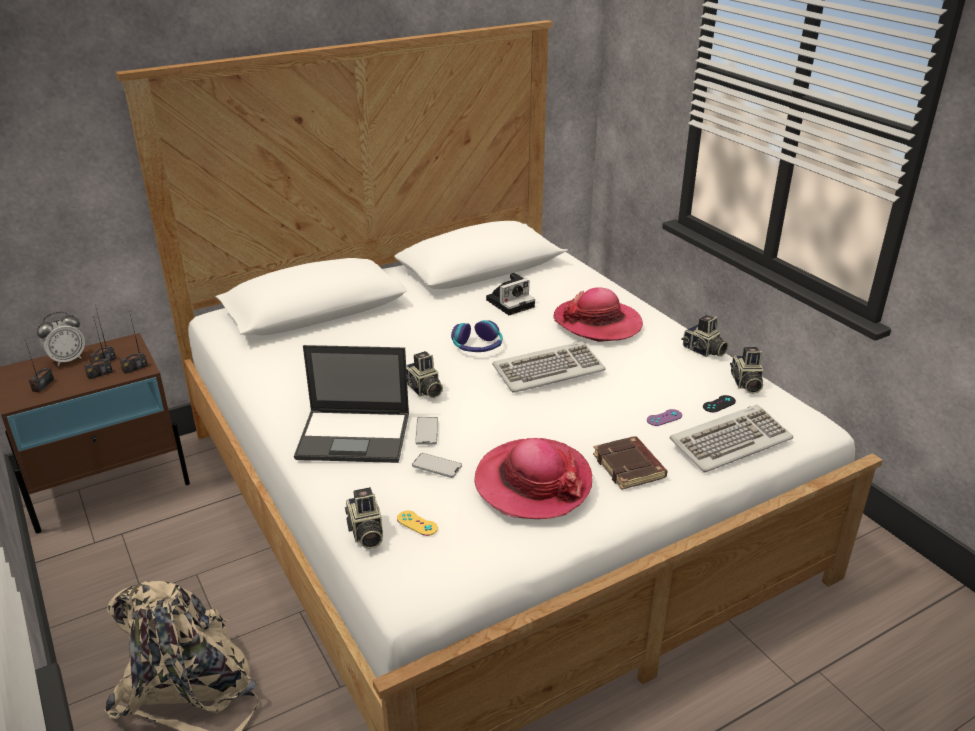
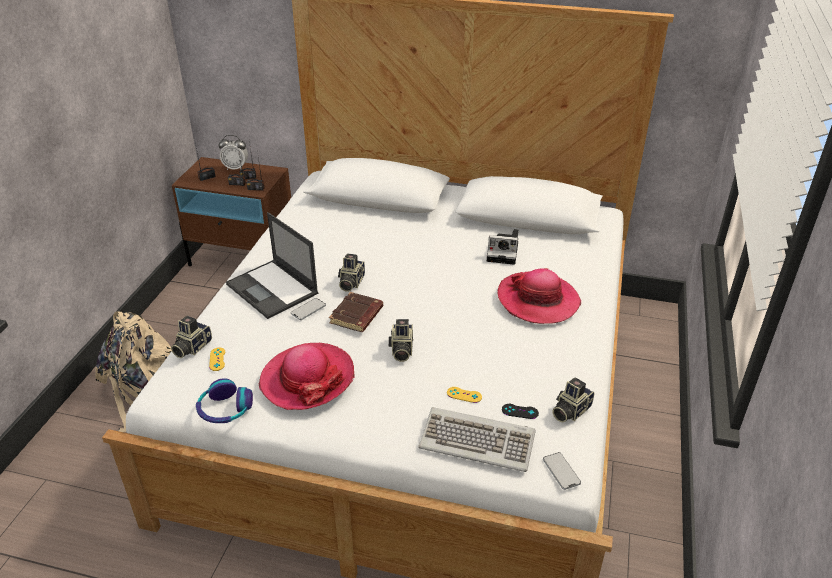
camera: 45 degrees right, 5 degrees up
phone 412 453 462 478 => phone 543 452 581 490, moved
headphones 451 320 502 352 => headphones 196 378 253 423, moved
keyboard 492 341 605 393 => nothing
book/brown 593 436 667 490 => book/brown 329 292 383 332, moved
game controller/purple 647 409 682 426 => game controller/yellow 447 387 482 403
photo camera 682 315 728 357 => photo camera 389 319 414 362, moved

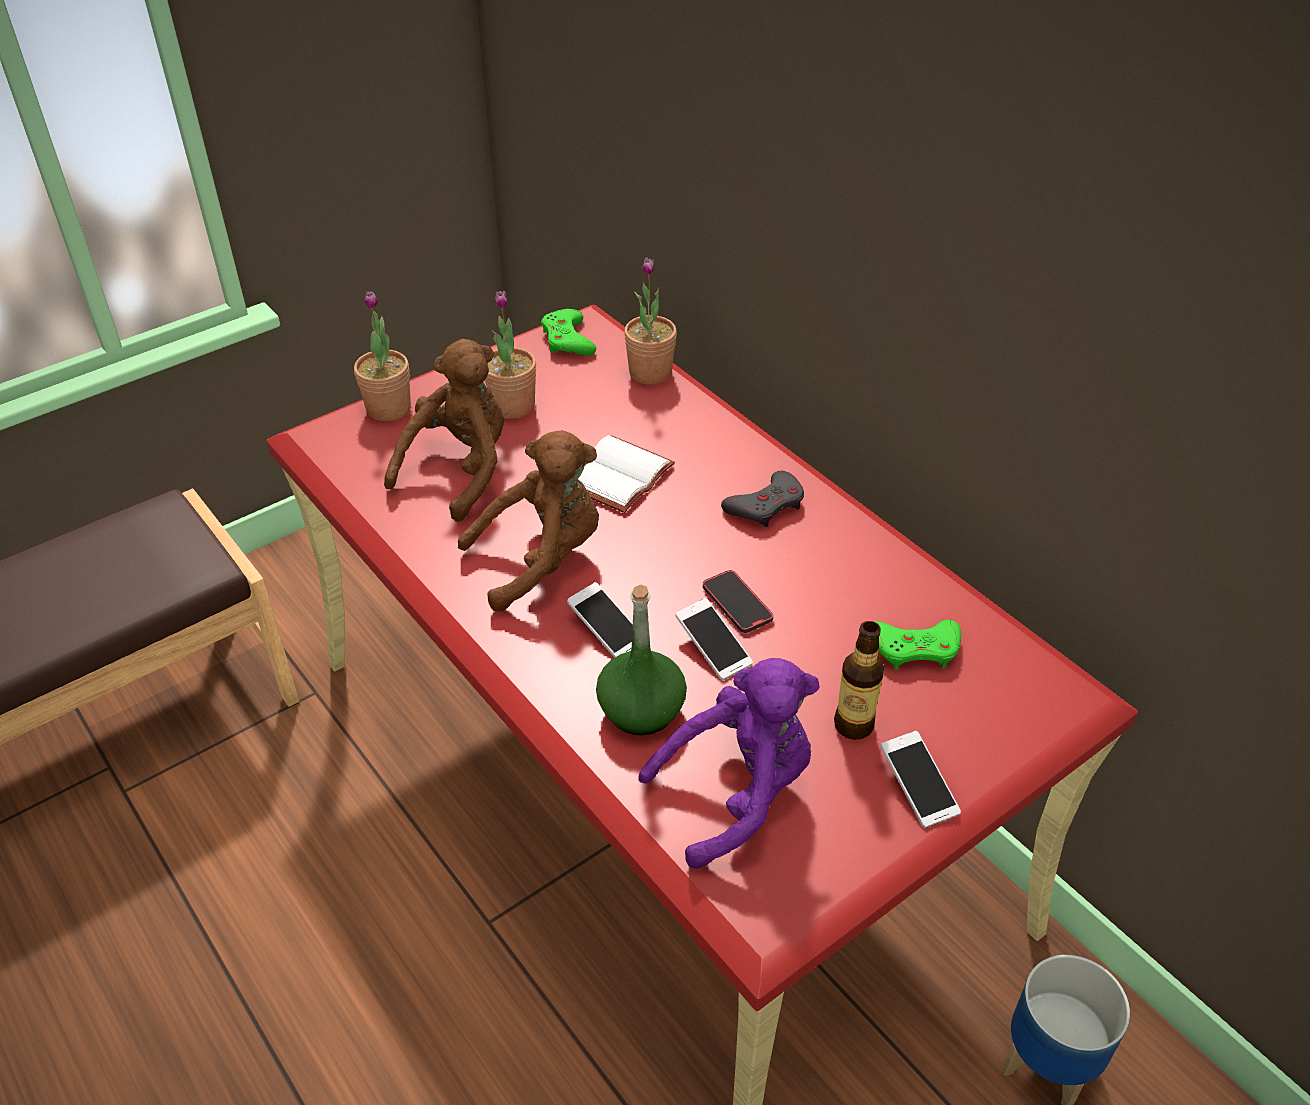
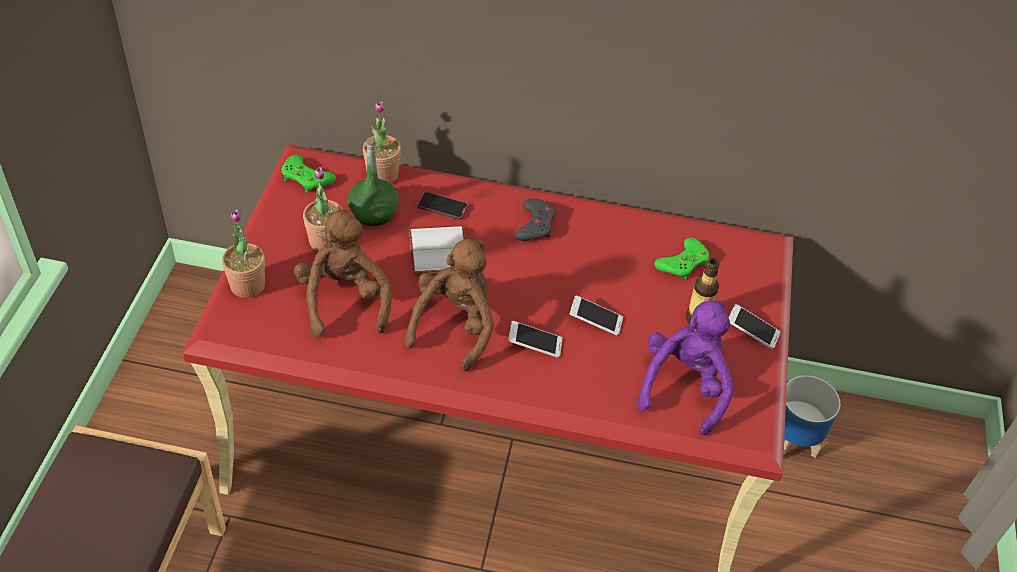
camera: 45 degrees left, 5 degrees up
bottle/green 596 585 687 735 => bottle/green 348 137 399 226, moved
phone 703 570 773 633 => phone 417 191 468 220, moved

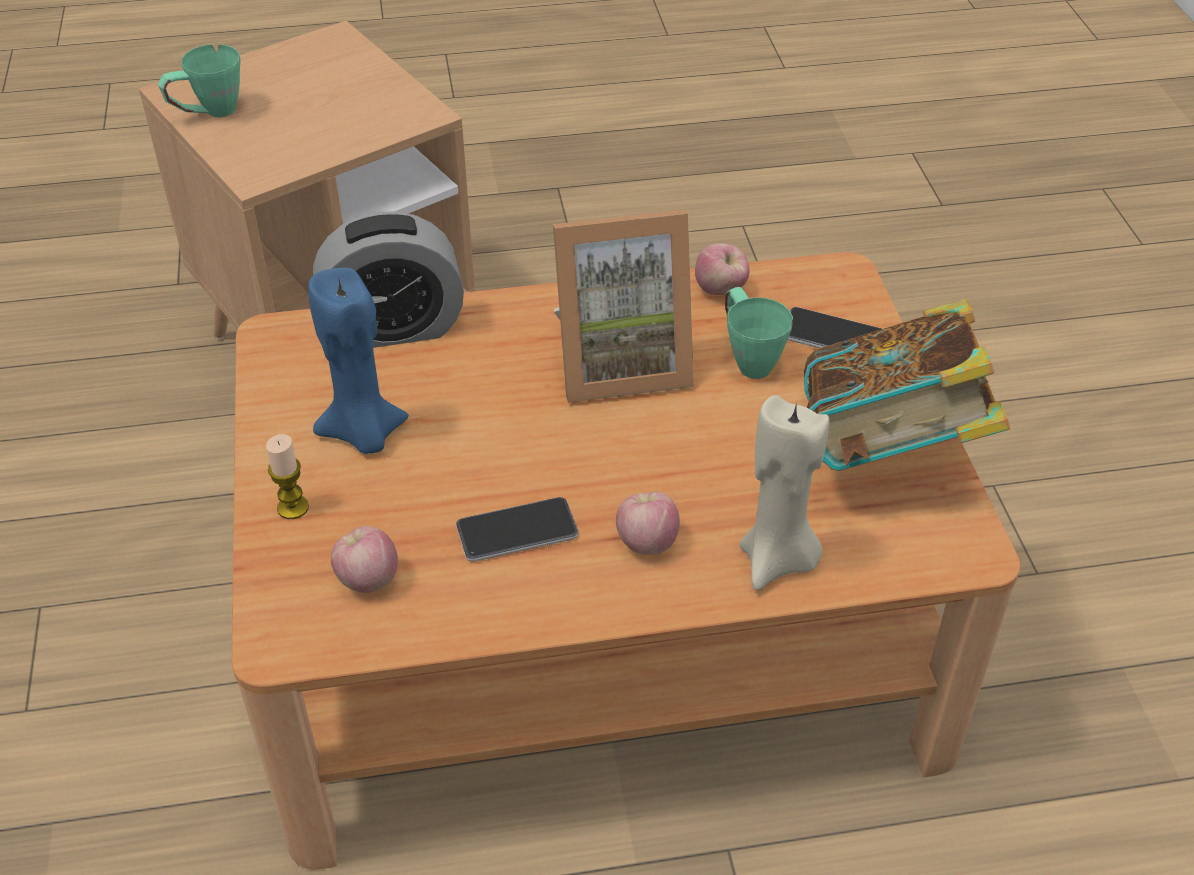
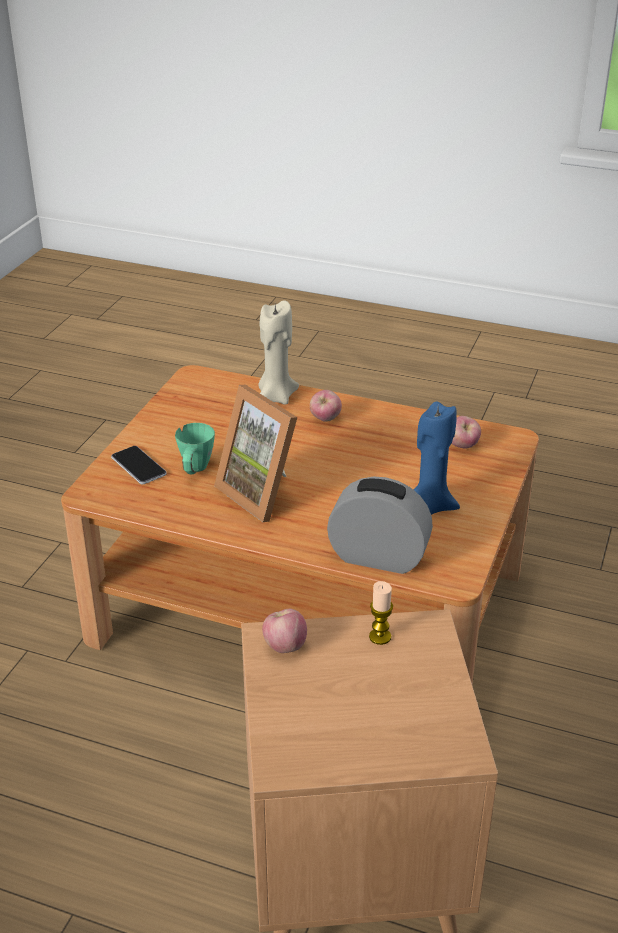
camera: 150 degrees left, 10 degrees down
mug/green 158 44 241 117 => nothing
candle 266 434 309 519 => candle 369 581 393 645, moved
phone 456 497 578 562 => nothing
picture frame 553 209 694 403 => picture frame 214 385 297 522, 150 degrees counterclockwise
apple 695 243 749 295 => apple 262 609 307 653, moved
book 804 298 1010 471 => nothing

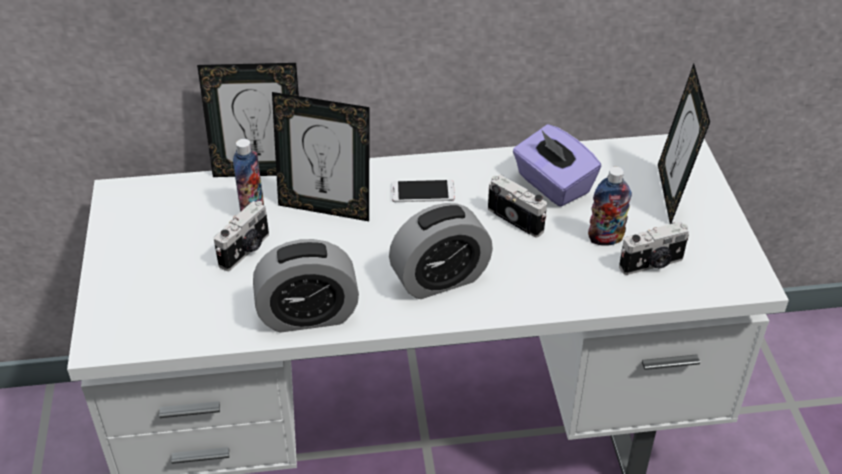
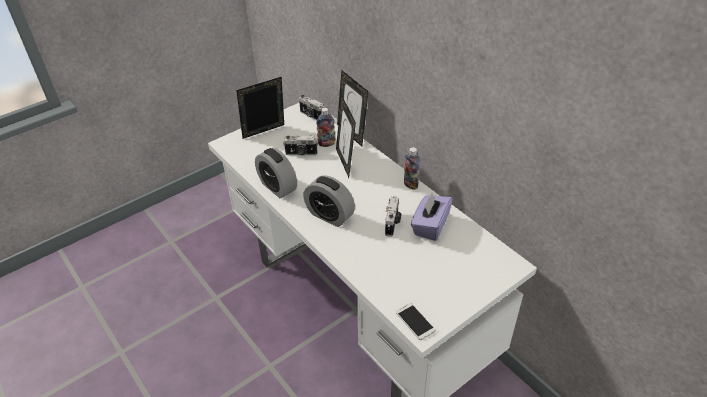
camera: 60 degrees right, 0 degrees up
phone 392 180 455 202 => phone 396 303 436 340, moved
bottle 588 167 632 246 => bottle 404 147 420 190, moved
photo camera 619 222 689 275 => photo camera 299 95 324 120, moved
picture frame 658 63 710 224 => picture frame 236 77 284 139, moved

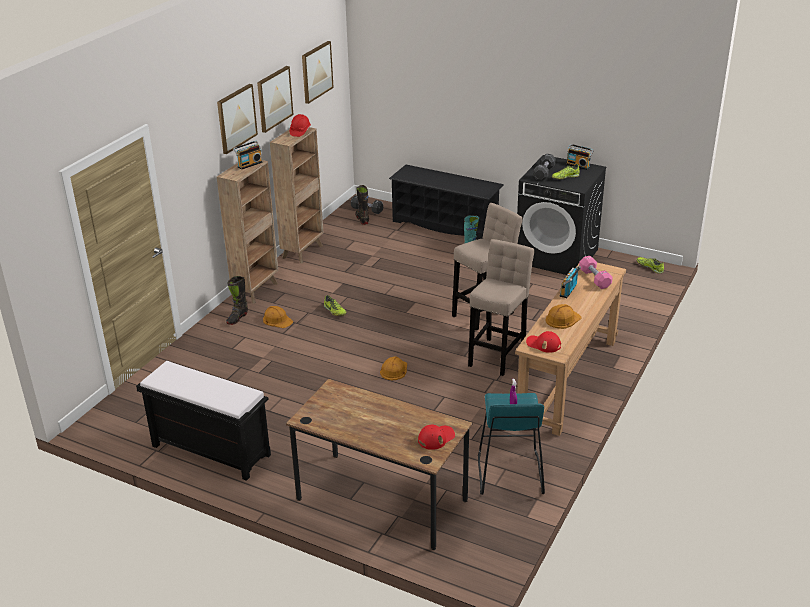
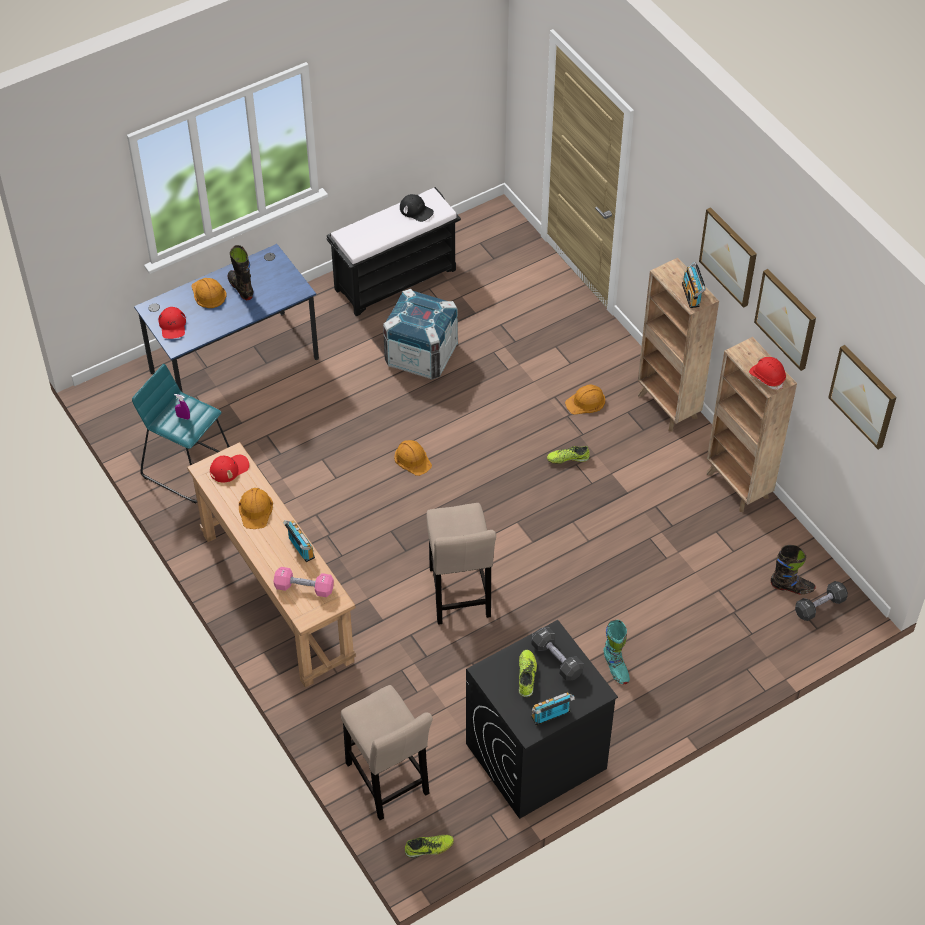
camera: 120 degrees right, 20 degrees up
boot/black 226 276 248 325 => boot/black 228 245 254 300, moved
desk/brown 286 379 473 550 => desk/blue 134 244 319 392
shoe rack/black 389 165 504 240 => nothing
stool/beige 468 239 534 376 => stool/beige 341 685 433 820, moved
nothing => hard hat/orange 191 278 226 308
nothing => crate 383 289 458 380
nothing => cap/black 400 194 434 222

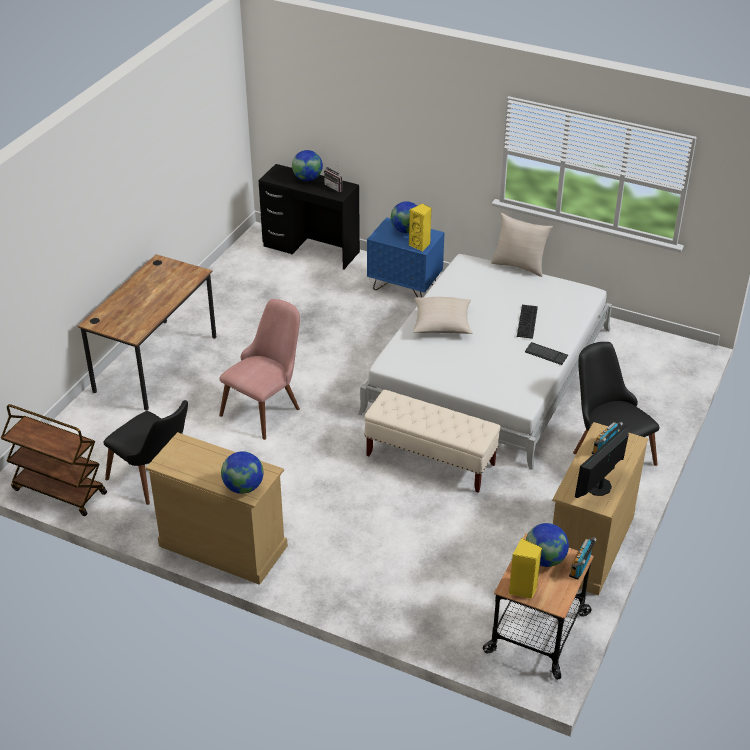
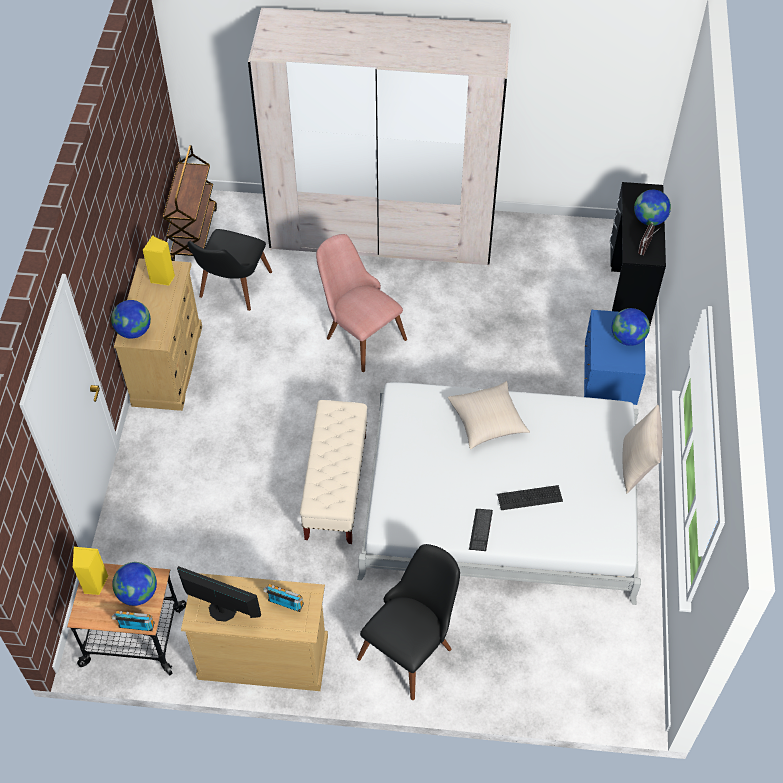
camera: 70 degrees right, 15 degrees up
desk/brown 78 254 216 411 => wardrobe/beige 248 8 511 267
chair/pink 219 299 300 440 => chair/pink 316 234 407 372, 150 degrees counterclockwise
speaker/yellow 409 204 431 251 => speaker/yellow 143 236 175 286, moved

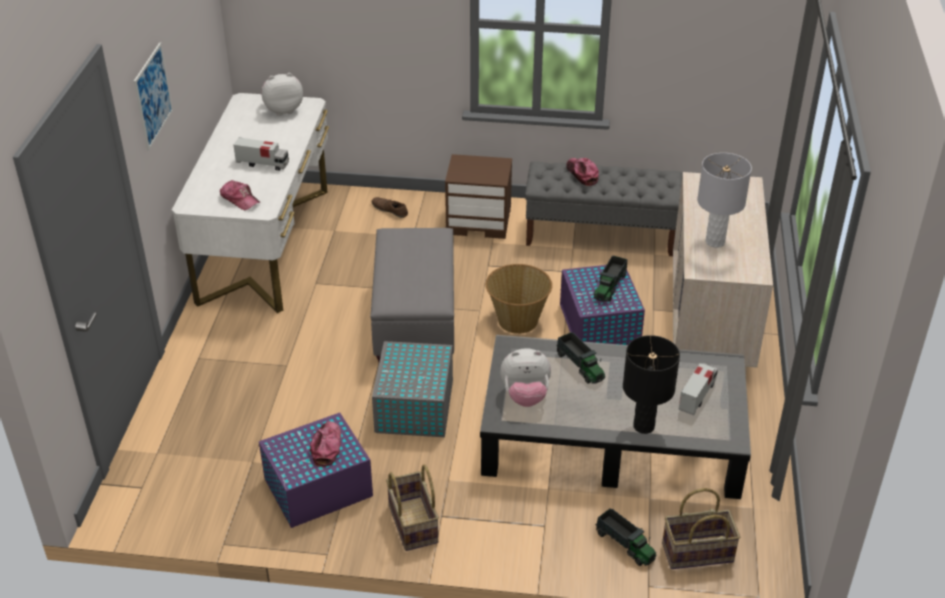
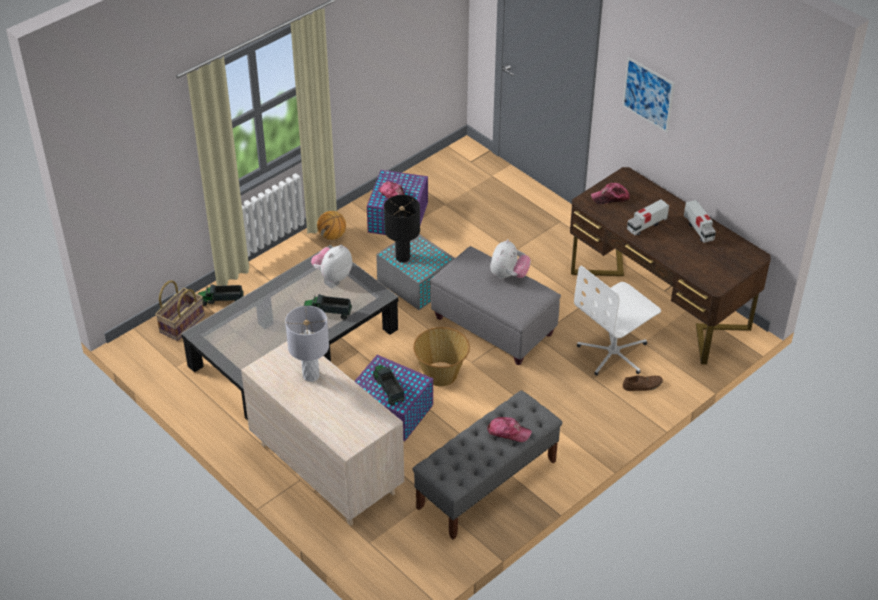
camera: 130 degrees right, 5 degrees up
desk/white 172 93 329 313 => desk/brown 570 167 771 365
plush toy 262 73 303 116 => plush toy 490 239 531 279, moved
basket 386 464 439 551 => basketball 317 211 346 240
nightstand/brown 445 154 512 239 => nothing
table lamp/black 623 335 680 434 => table lamp/black 384 195 420 263, moved
toy truck 679 363 718 415 => toy truck 684 200 716 243, moved
nothing => office chair/white 574 266 661 376

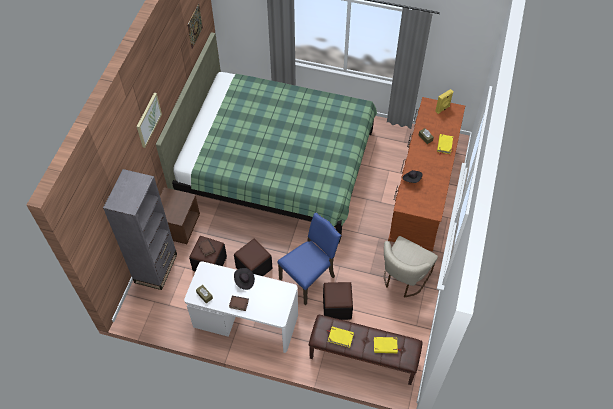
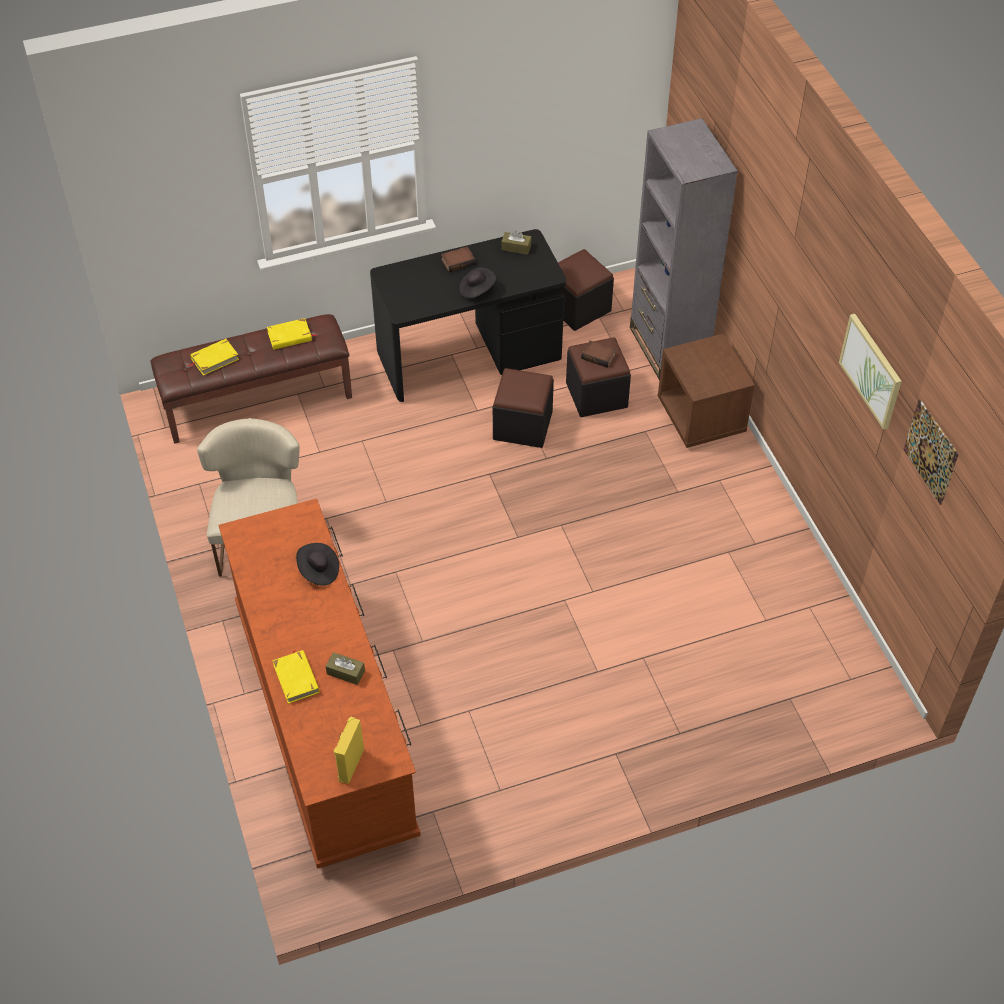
camera: 145 degrees right, 5 degrees down
picture 137 93 162 148 => picture 839 314 901 430, moved
bed/green 156 32 377 243 => nothing
desk/white 184 261 298 353 => desk/black 370 229 566 402
chair/blue 277 212 341 305 => nothing
ottoman/black 323 282 353 320 => ottoman/black 558 249 614 331, moved

